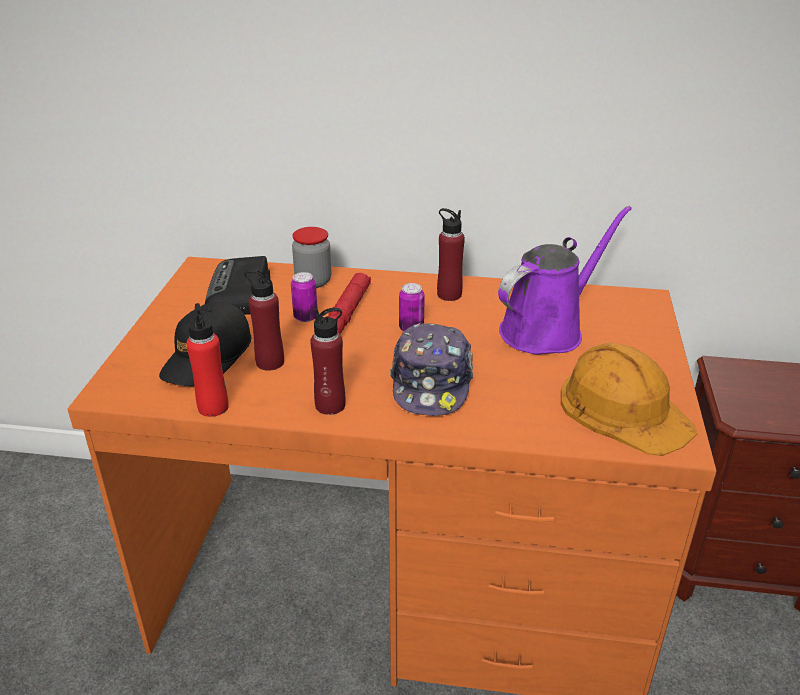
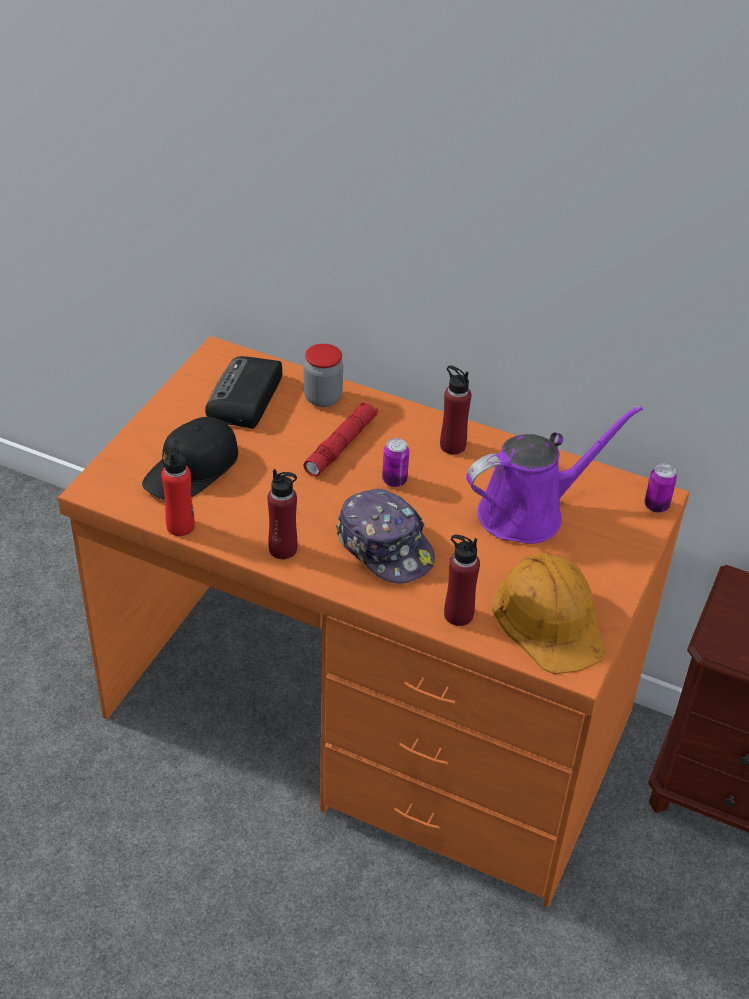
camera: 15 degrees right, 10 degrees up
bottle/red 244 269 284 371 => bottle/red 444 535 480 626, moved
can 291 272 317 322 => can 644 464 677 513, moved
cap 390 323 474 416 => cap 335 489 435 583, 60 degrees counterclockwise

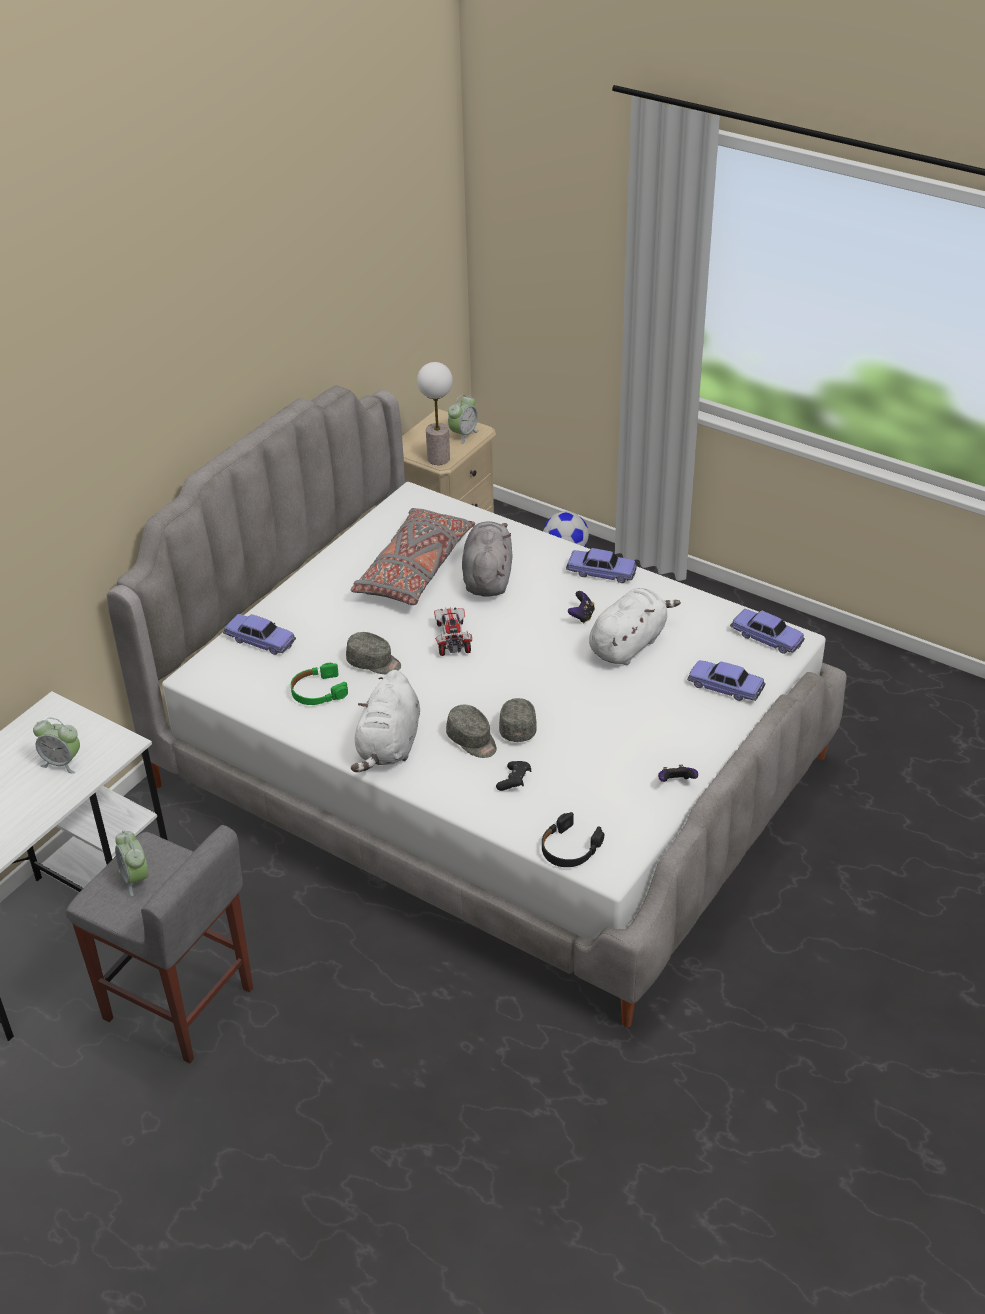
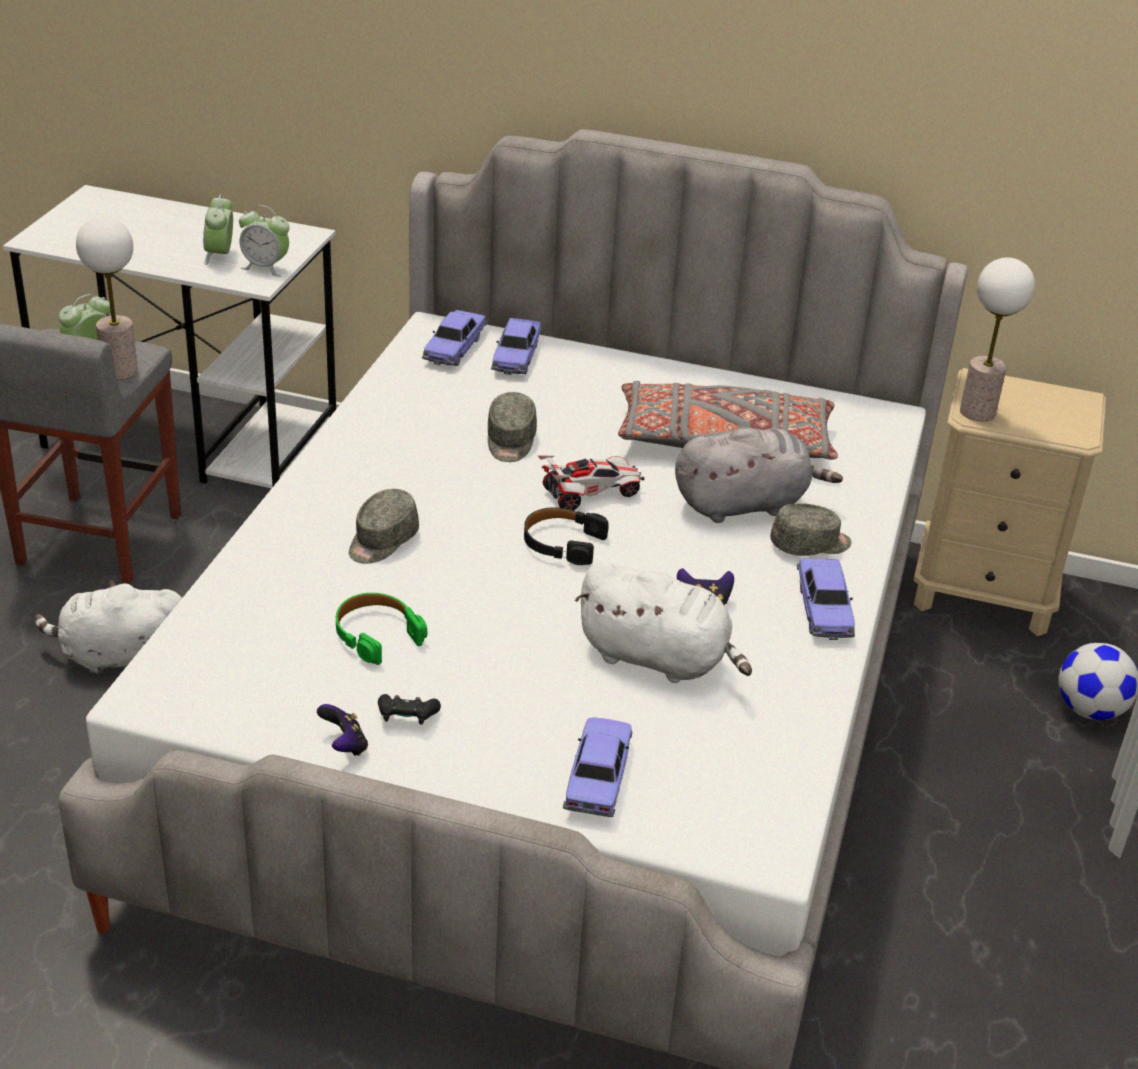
camera: 70 degrees right, 5 degrees down
headphones/green 291 663 348 705 => headphones/green 336 593 427 665, moved
plush toy/white 351 670 420 772 => plush toy/white 34 579 182 675, moved
alarm clock 448 395 479 444 => alarm clock 239 205 289 277, moved
game controller/black 496 761 531 791 => game controller/black 378 694 441 725, moved
cap/grey 499 698 537 742 => cap/grey 770 503 851 556, moved
headphones/black 542 812 604 867 => headphones/black 524 507 609 565, moved
toy car 730 609 805 654 => toy car 422 310 487 366, moved
nothing => table lamp 76 216 138 380

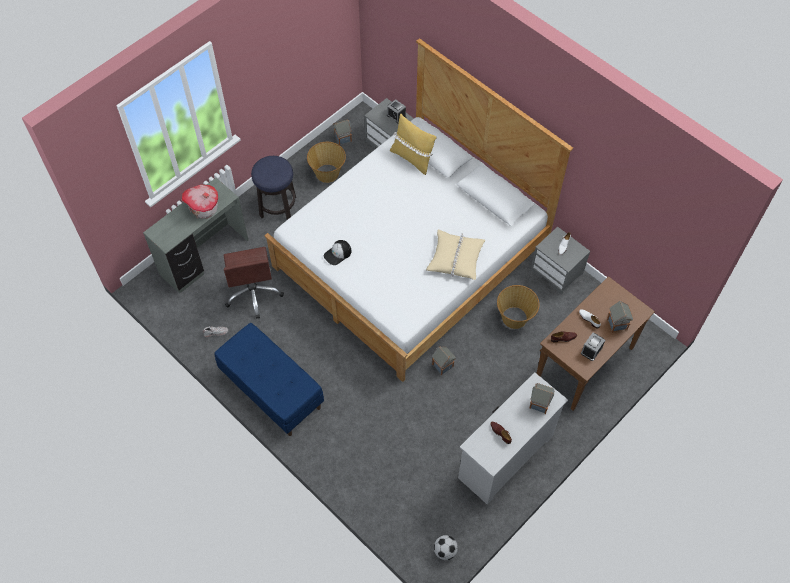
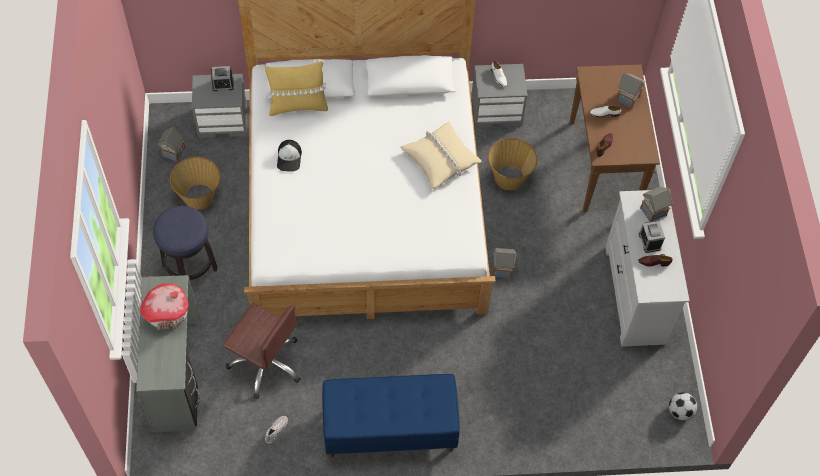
camera: 50 degrees left, 0 degrees up
cap 324 240 351 265 => cap 277 140 302 171, moved
alarm clock 581 333 605 361 => alarm clock 639 221 665 253, moved

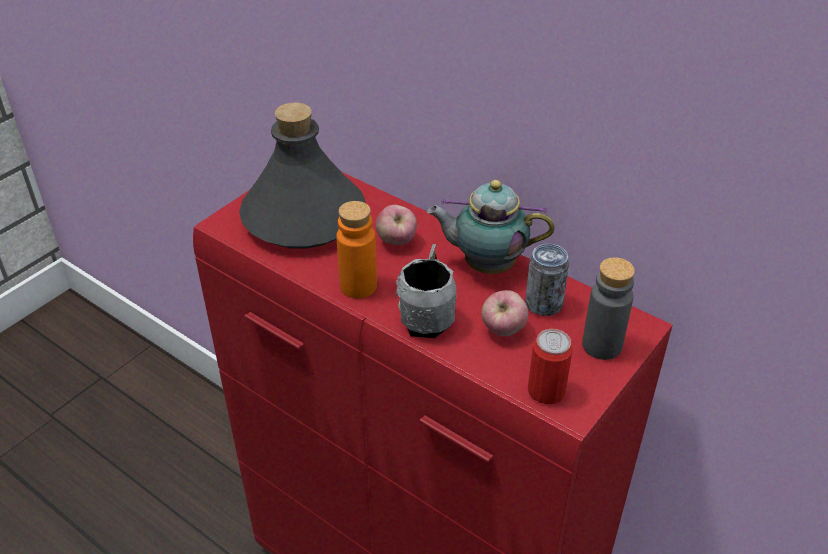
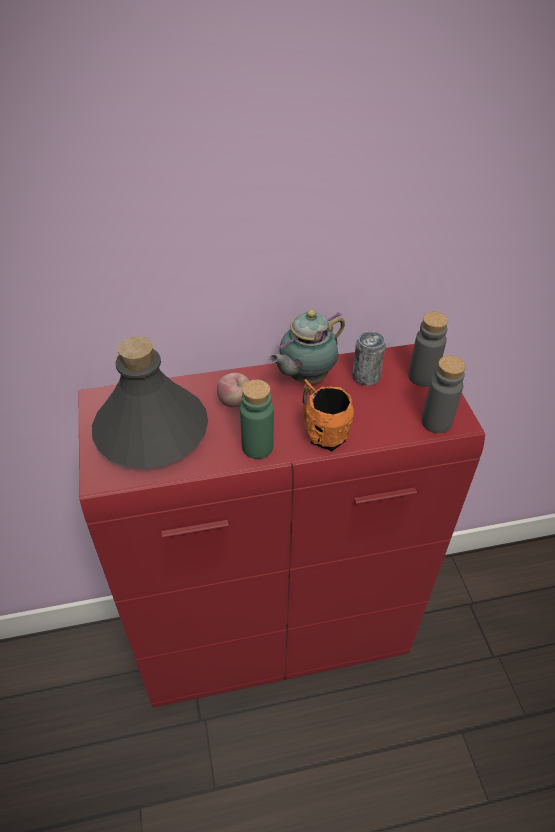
camera: 50 degrees left, 5 degrees up
bottle/orange 336 201 377 298 => bottle/green 240 380 274 459
mug/grey 395 244 457 338 => mug/orange 302 379 354 451
apple 481 290 528 336 => nothing
can 528 329 573 404 => bottle/grey 421 356 466 433

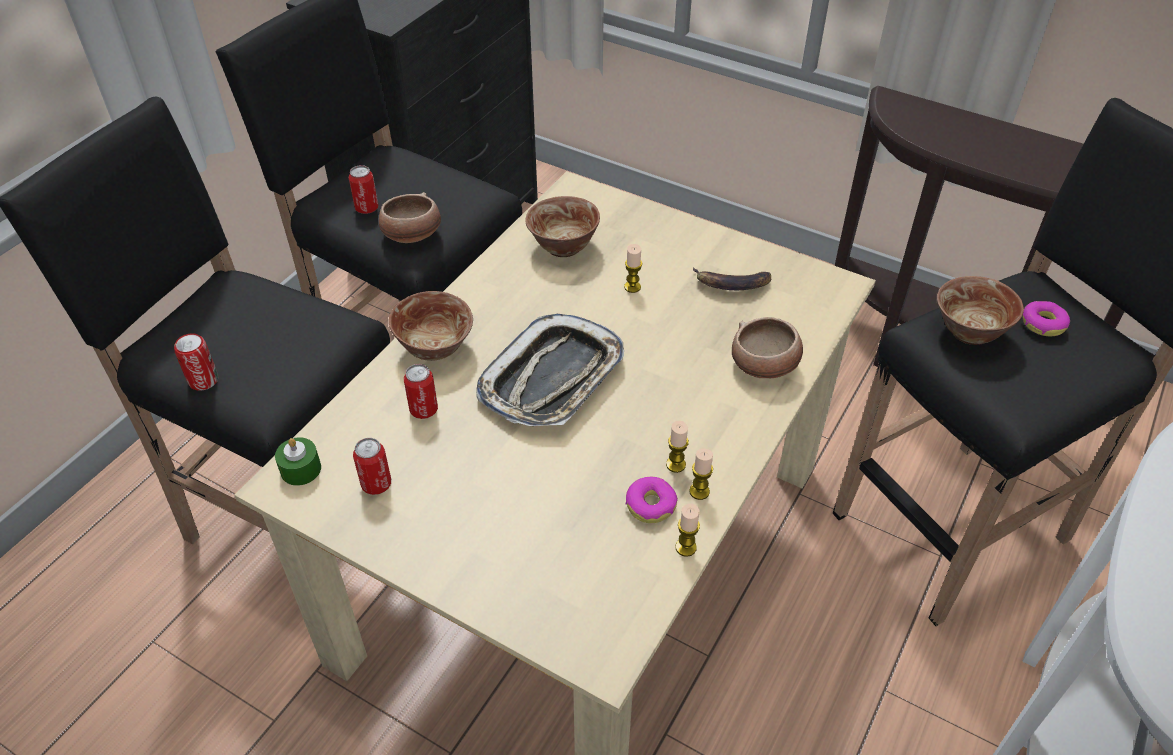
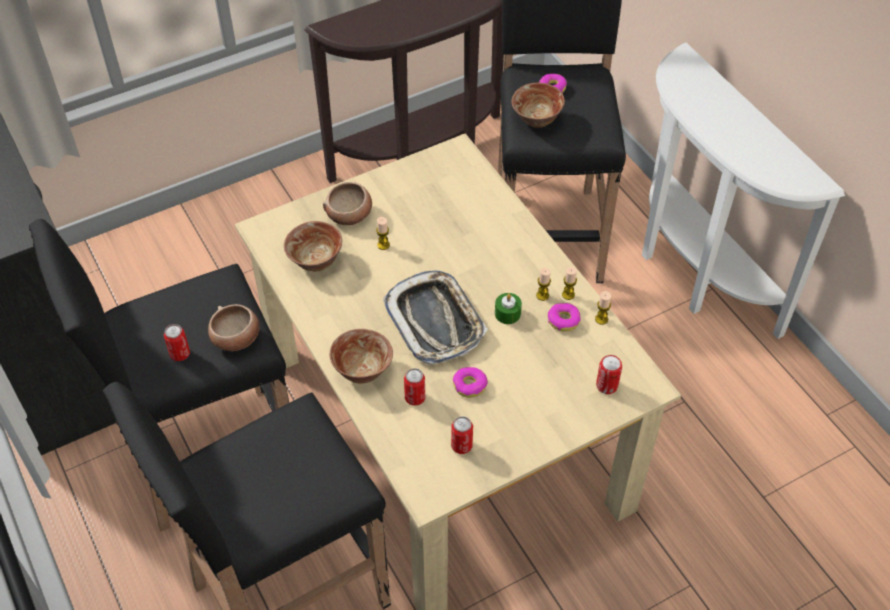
camera: 60 degrees left, 5 degrees up
can 174 333 218 391 => can 596 355 622 394, moved
candle/green 275 437 321 486 => candle/green 495 293 522 324, moved
banana 693 267 771 290 => nothing
bowl 732 317 803 378 => bowl 323 182 372 225, moved
nothing => donut 453 367 488 398

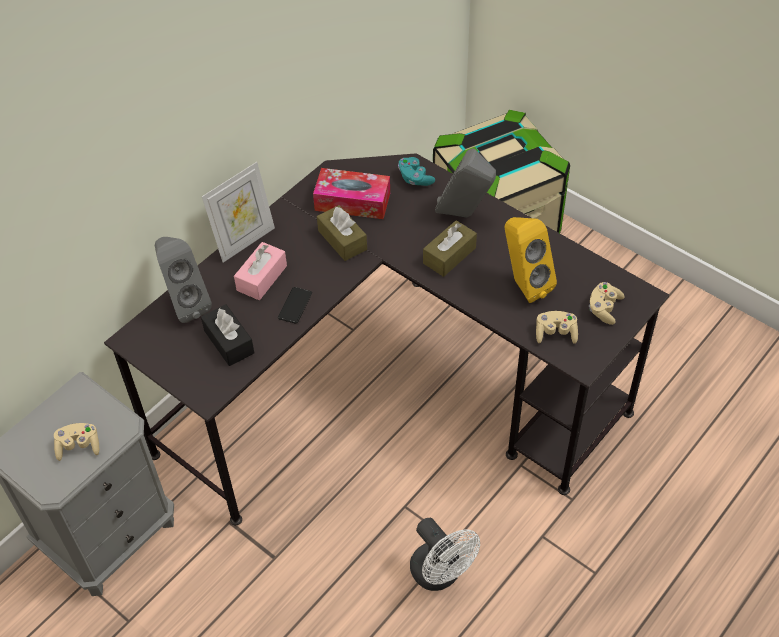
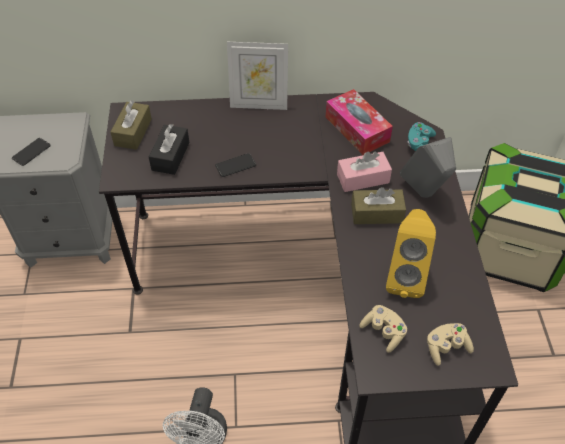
camera: 45 degrees right, 0 degrees up
game controller/beige 54 423 99 461 => phone 12 138 51 166
speaker/grey 155 237 212 323 => nothing
tissue box/pink 234 242 287 300 => tissue box/pink 337 152 392 192, moved
tissue box/brown 317 205 367 261 => tissue box/brown 111 100 152 150, moved

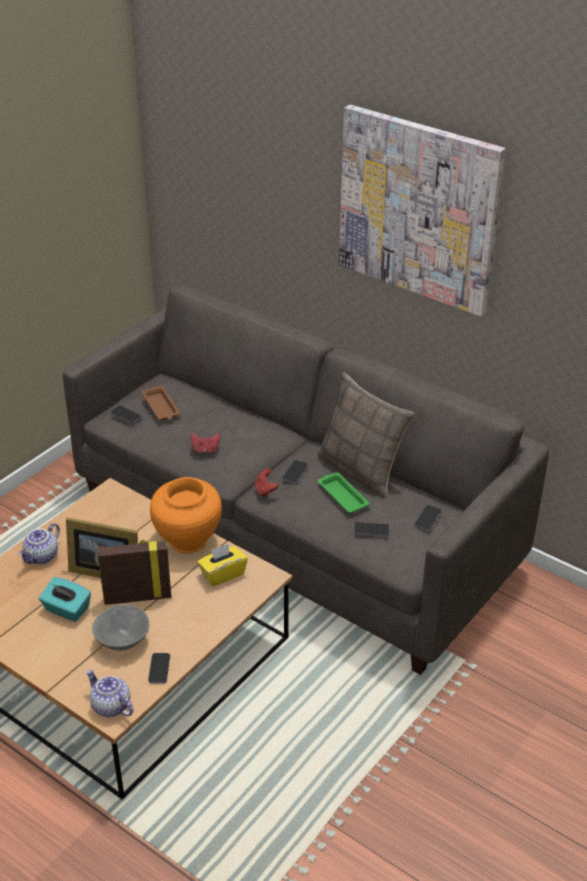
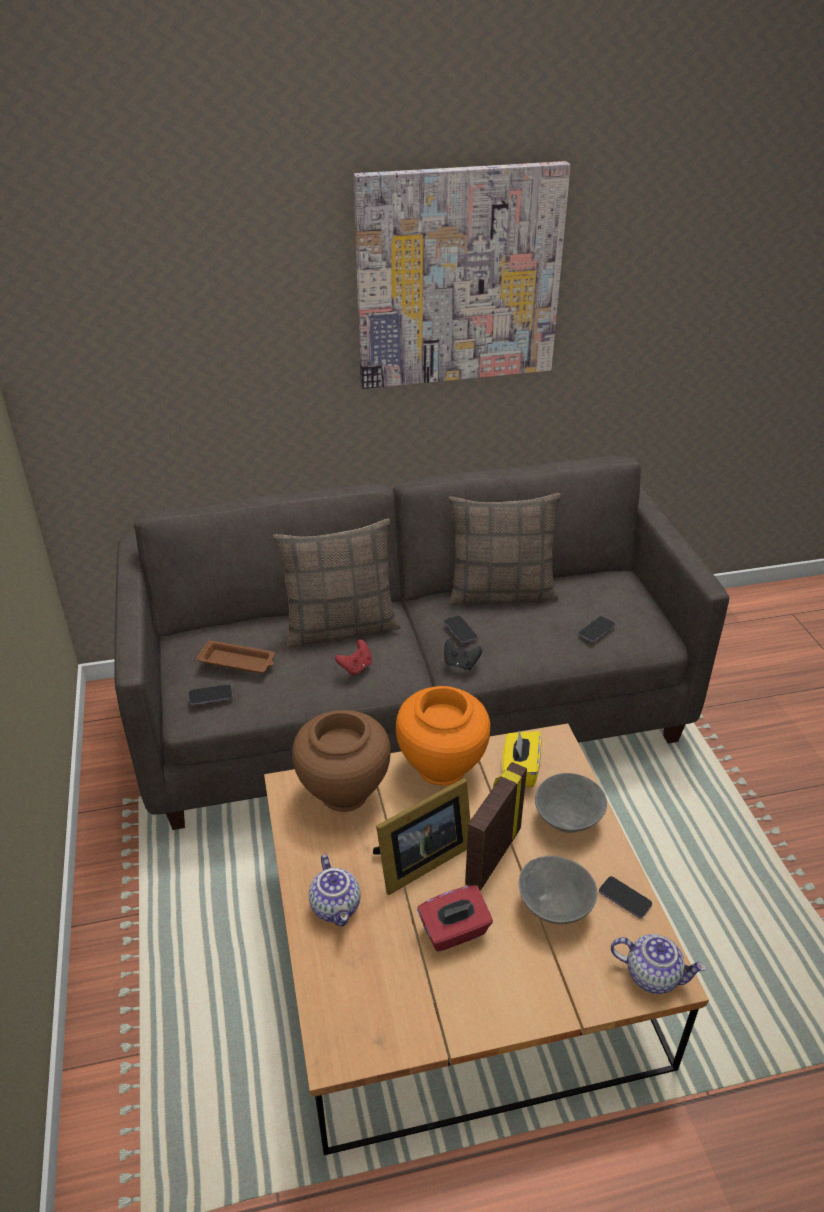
camera: 50 degrees left, 0 degrees up
tissue box/turquoise 39 577 91 622 => tissue box/red 417 885 493 952
teapot 86 670 134 717 => teapot 611 934 706 994, 150 degrees counterclockwise
game controller/red 254 468 278 497 => game controller/black 444 639 482 670
tray/green 317 472 370 513 => nothing
phone 415 505 441 530 => nothing
nothing => pillow 273 518 401 648
nothing => vase/brown 292 710 391 812
nothing => bowl/grey 535 773 607 833

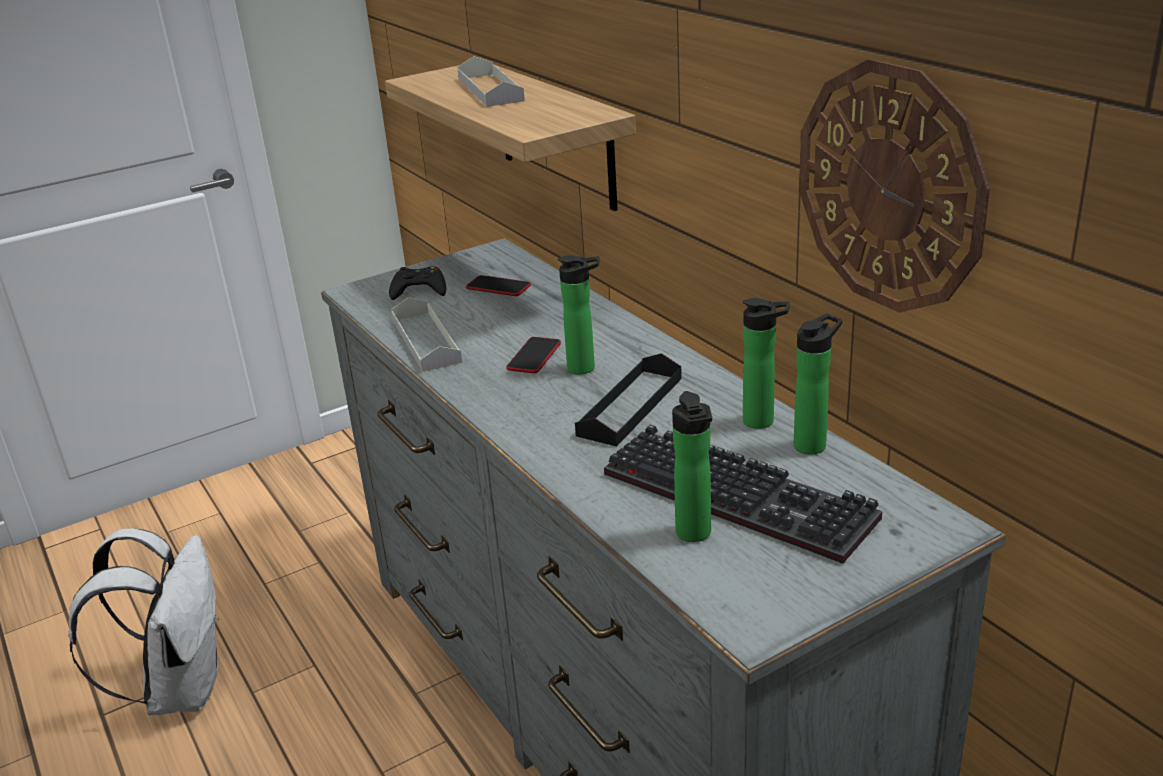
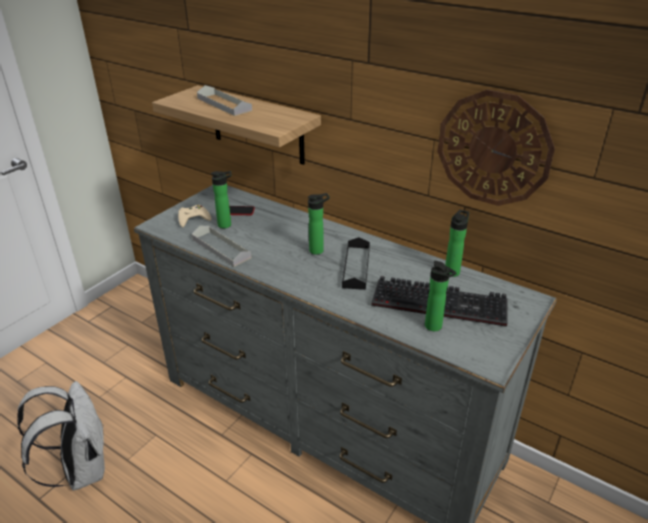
camera: 25 degrees left, 5 degrees up
game controller/black 389 267 446 300 => game controller/beige 178 205 211 227
phone 506 337 561 373 => nothing
bottle 743 298 790 429 => bottle 211 171 231 228, moved

